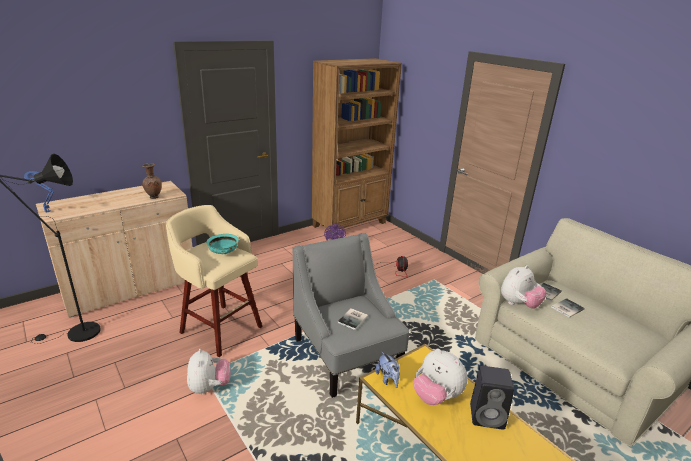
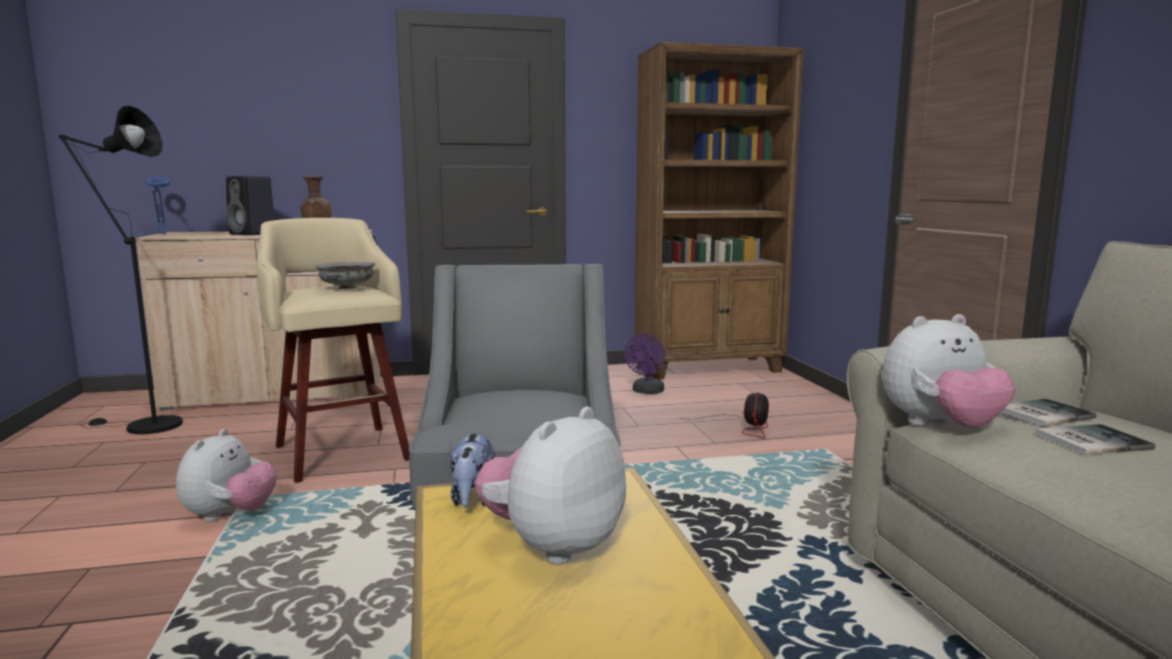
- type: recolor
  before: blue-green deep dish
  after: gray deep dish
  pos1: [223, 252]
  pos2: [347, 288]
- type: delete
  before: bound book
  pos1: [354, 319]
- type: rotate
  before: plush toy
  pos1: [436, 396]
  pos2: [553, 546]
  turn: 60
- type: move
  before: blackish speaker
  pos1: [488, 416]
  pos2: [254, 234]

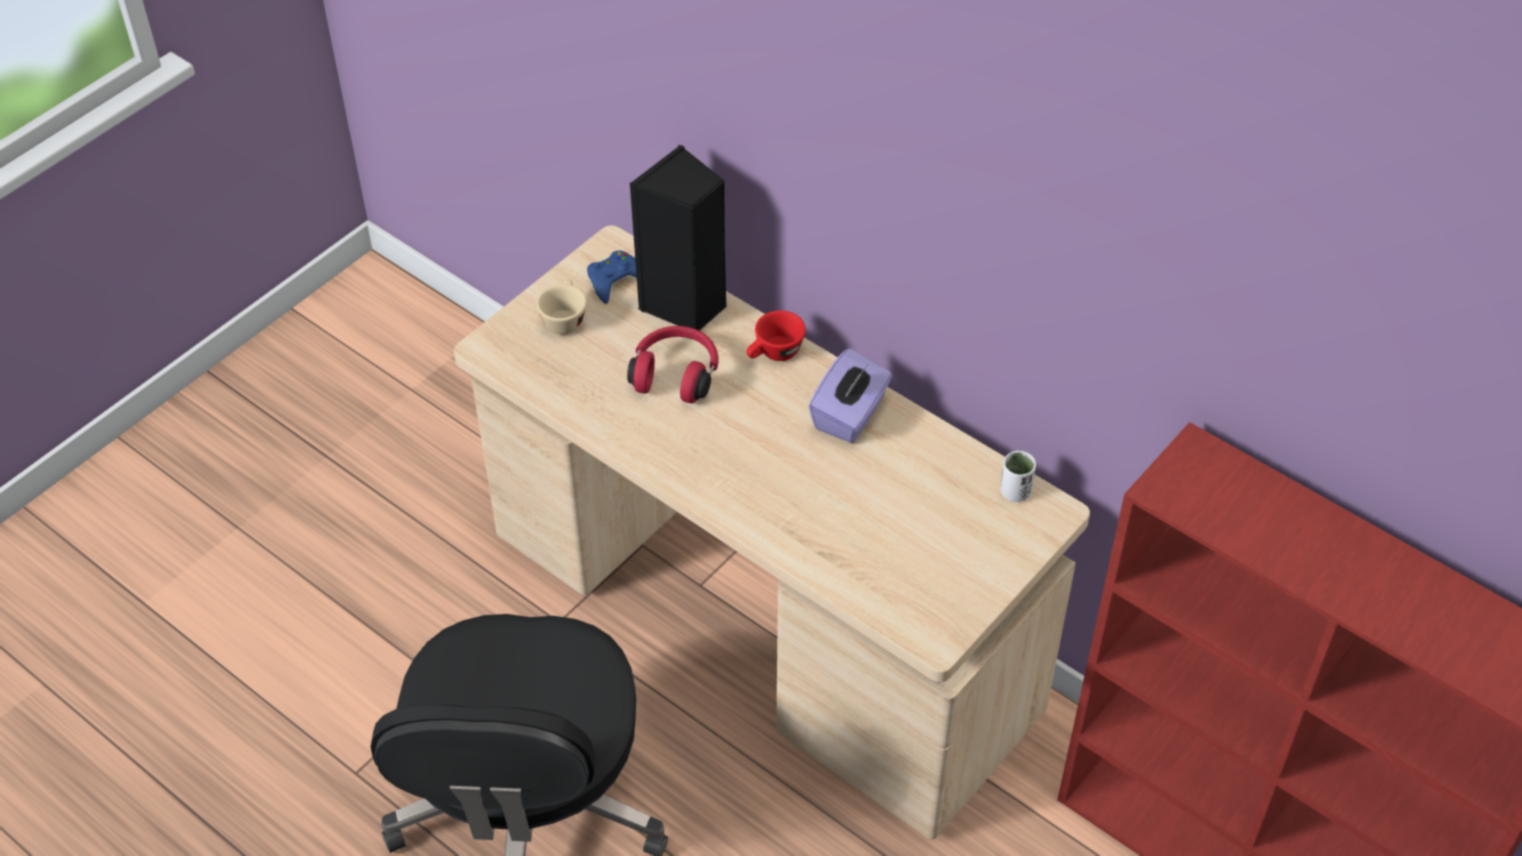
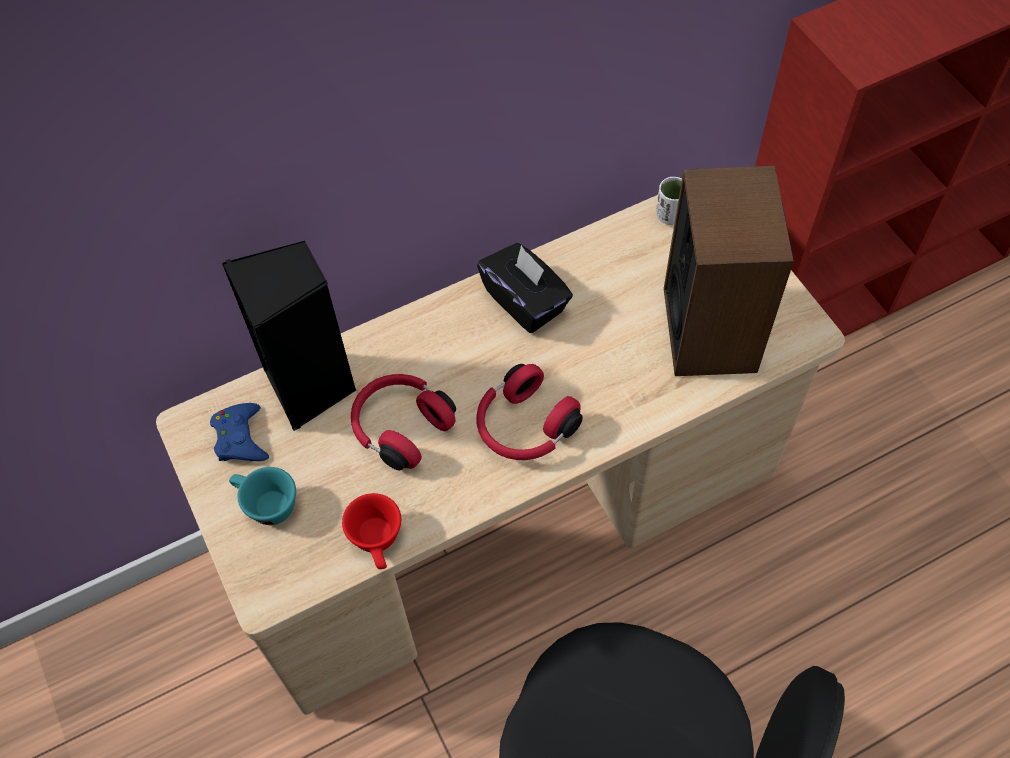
- type: recolor
  before: sand-coloured cup
  after: blue-green cup
  pos1: [564, 318]
  pos2: [266, 505]
- type: move
  before: red-coloured cup
  pos1: [774, 354]
  pos2: [378, 542]
- type: recolor
  before: purplish tissue box
  after: blackish tissue box
  pos1: [850, 415]
  pos2: [525, 301]
- type: insert
  after: red-coloured headphones
  pos2: [524, 427]
- type: insert
  after: speaker
  pos2: [710, 329]

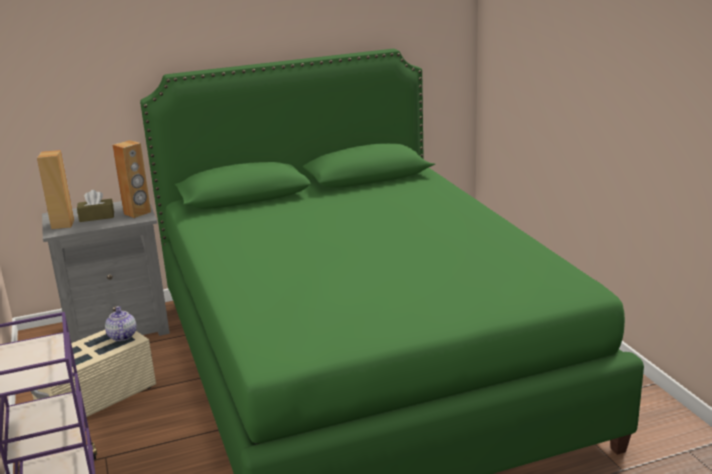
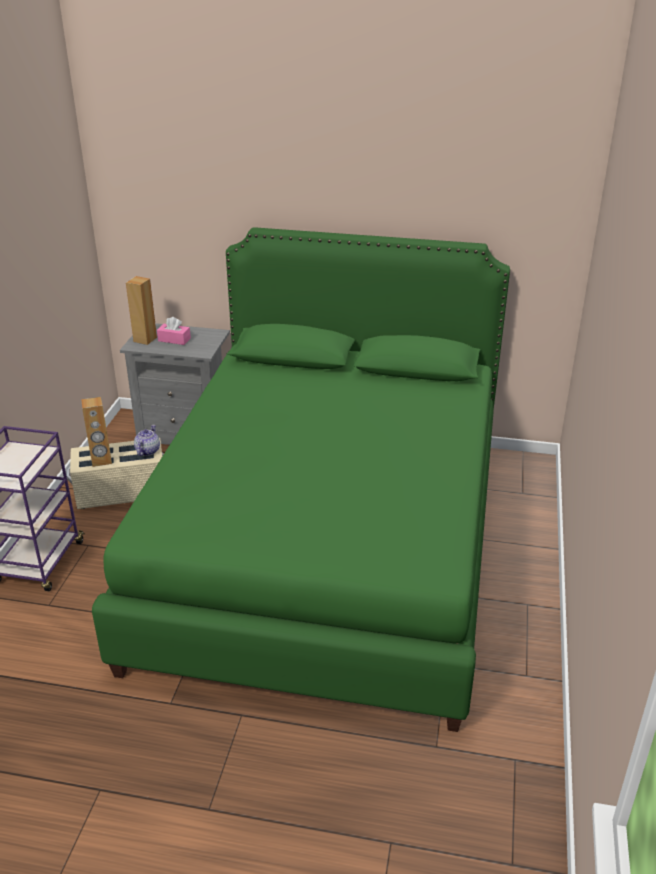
- type: recolor
  before: brown-coloured tissue box
  after: pinkish tissue box
  pos1: [97, 217]
  pos2: [174, 339]
- type: move
  before: brown-coloured speaker
  pos1: [137, 213]
  pos2: [101, 460]

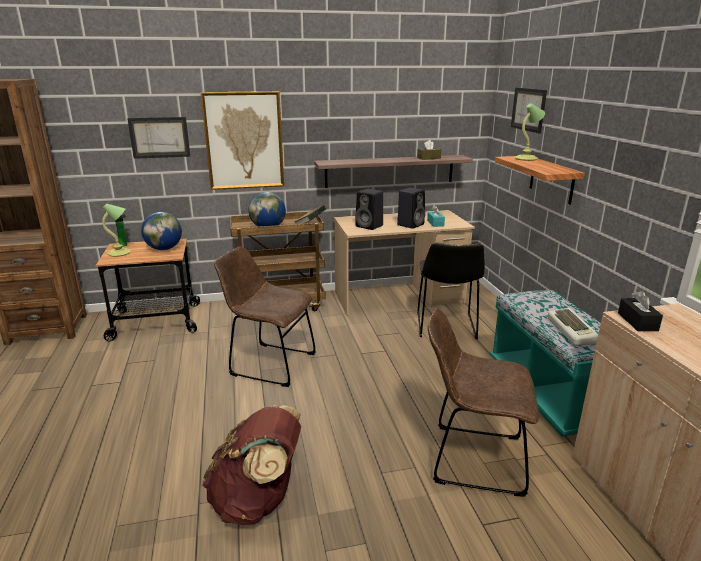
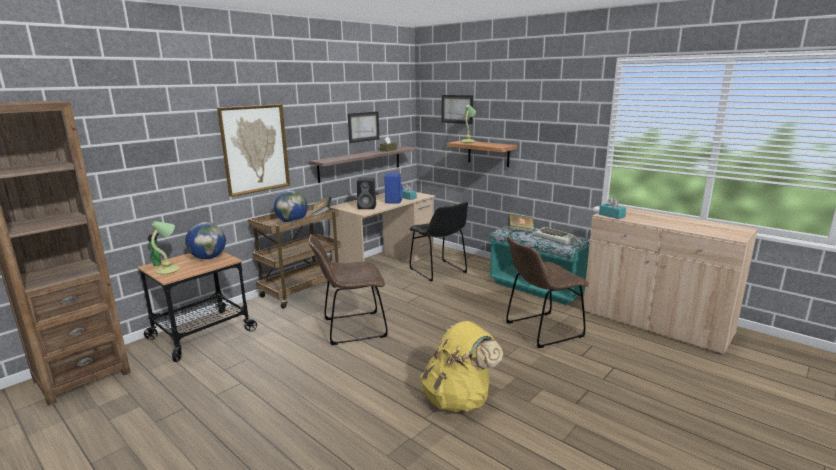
- type: move
  before: wall picture
  pos1: [159, 137]
  pos2: [363, 126]
- type: recolor
  before: brown-coloured backpack
  after: yellow backpack
  pos1: [258, 500]
  pos2: [458, 399]
- type: recolor
  before: blackish speaker
  after: blue-coloured speaker
  pos1: [411, 224]
  pos2: [393, 201]
- type: recolor
  before: blackish tissue box
  after: blue-green tissue box
  pos1: [637, 322]
  pos2: [611, 215]
- type: insert
  after: bound book
  pos2: [520, 231]

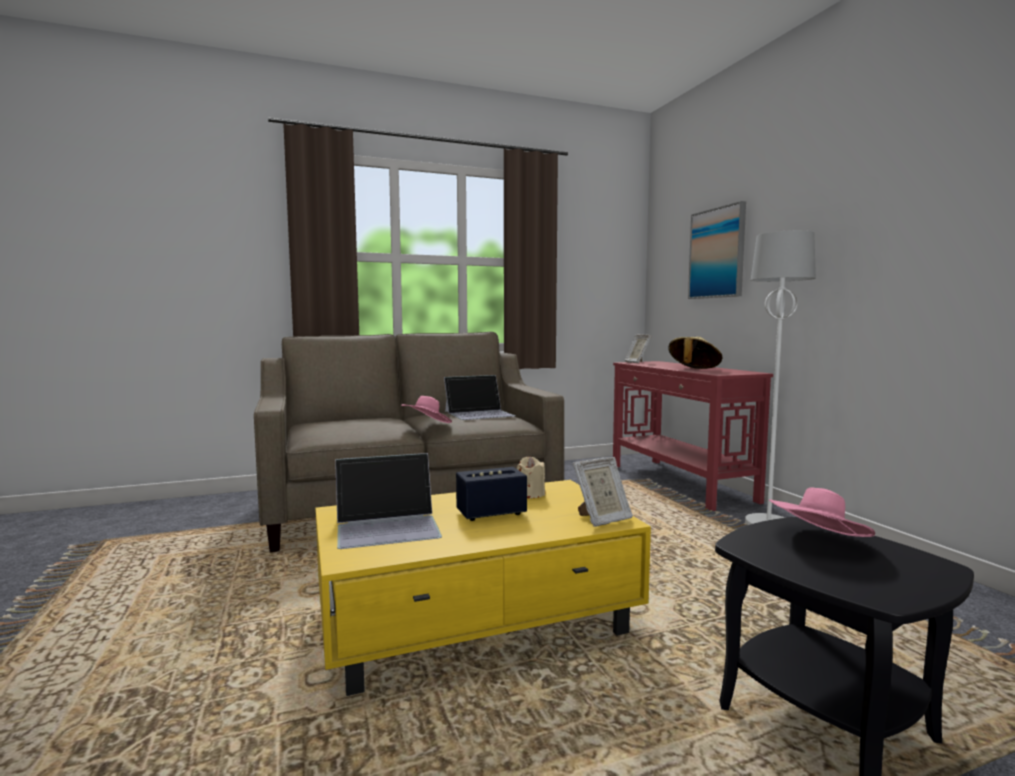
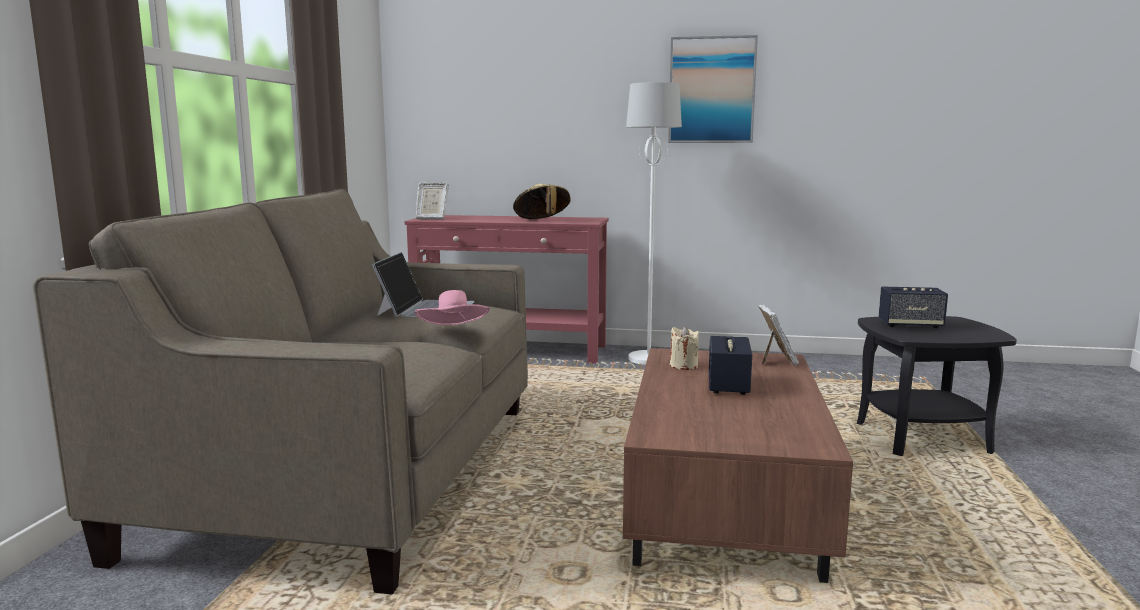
- type: recolor
  before: yellow coffee table
  after: brown-coloured coffee table
  pos1: [478, 621]
  pos2: [725, 500]
- type: delete
  before: portable computer
  pos1: [388, 525]
- type: move
  before: wall picture
  pos1: [717, 253]
  pos2: [711, 90]
- type: replace
  before: pinkish wearable hat
  after: speaker
  pos1: [818, 542]
  pos2: [910, 325]

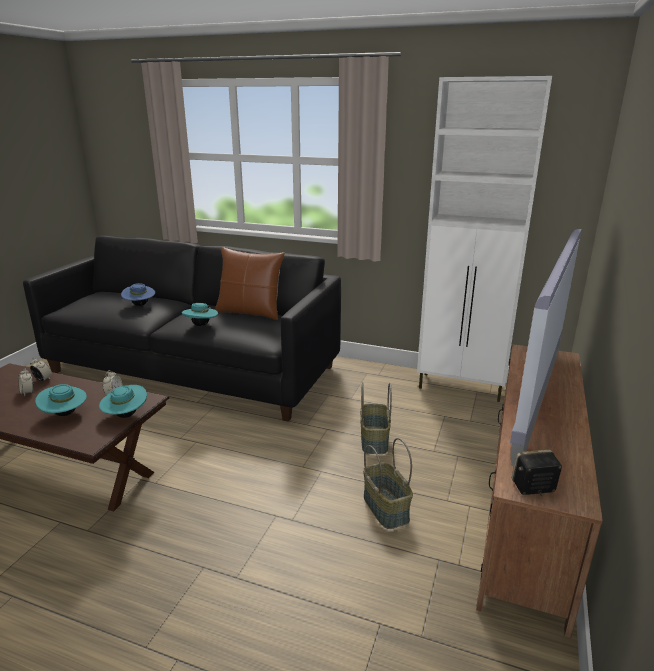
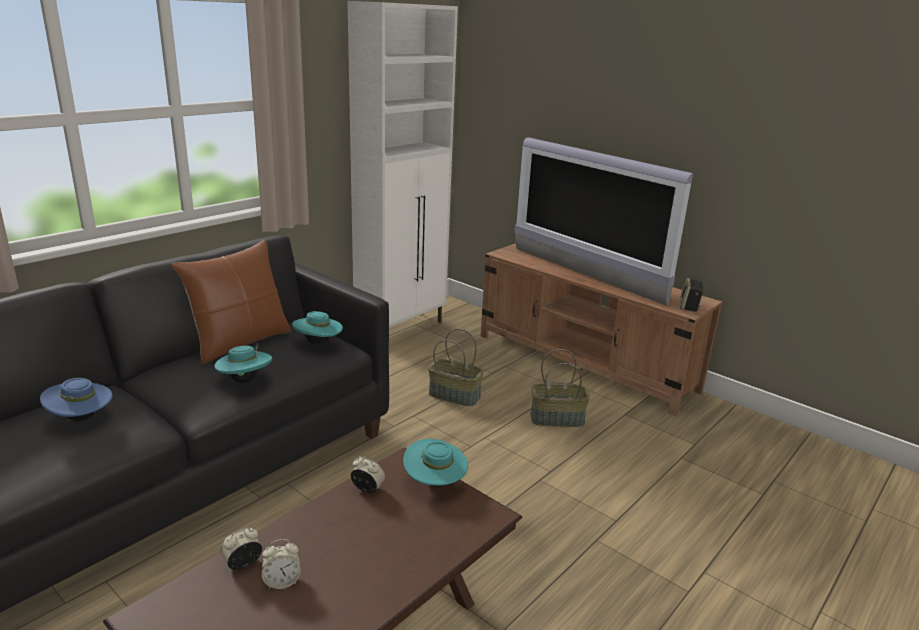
- type: move
  before: blue-green wearable hat
  pos1: [65, 414]
  pos2: [318, 343]

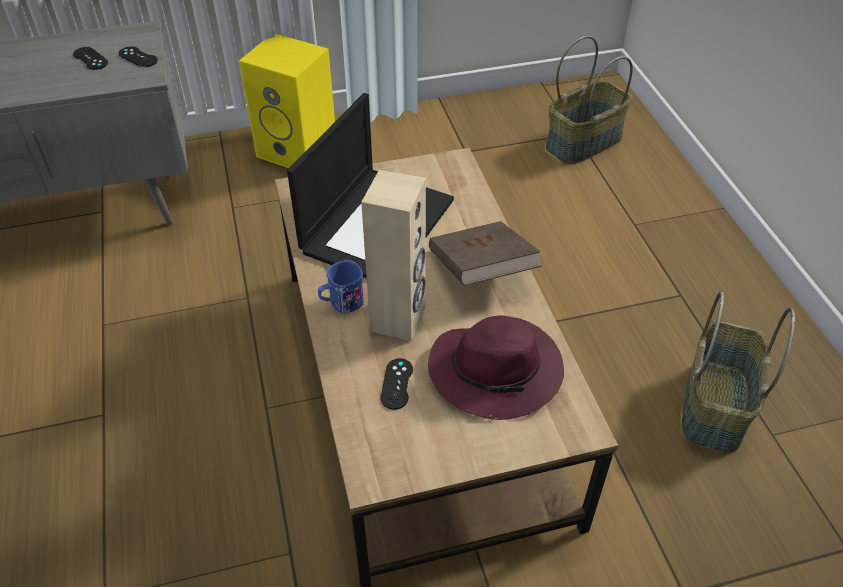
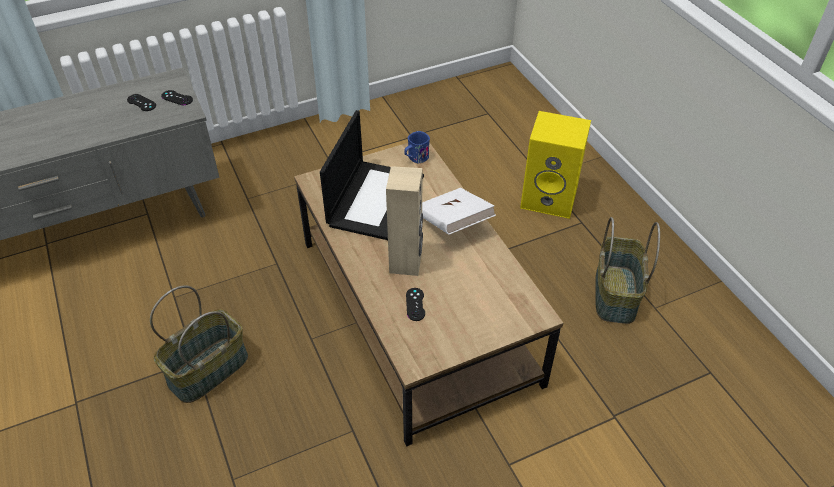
- type: move
  before: yellow speaker
  pos1: [299, 150]
  pos2: [550, 198]
- type: move
  before: blue-coloured coffee mug
  pos1: [341, 303]
  pos2: [415, 158]
- type: delete
  before: purplish wearable hat
  pos1: [497, 371]
- type: recolor
  before: brown-coloured bound book
  after: white-coloured bound book
  pos1: [480, 271]
  pos2: [453, 223]
- type: move
  before: household basket
  pos1: [583, 142]
  pos2: [208, 369]

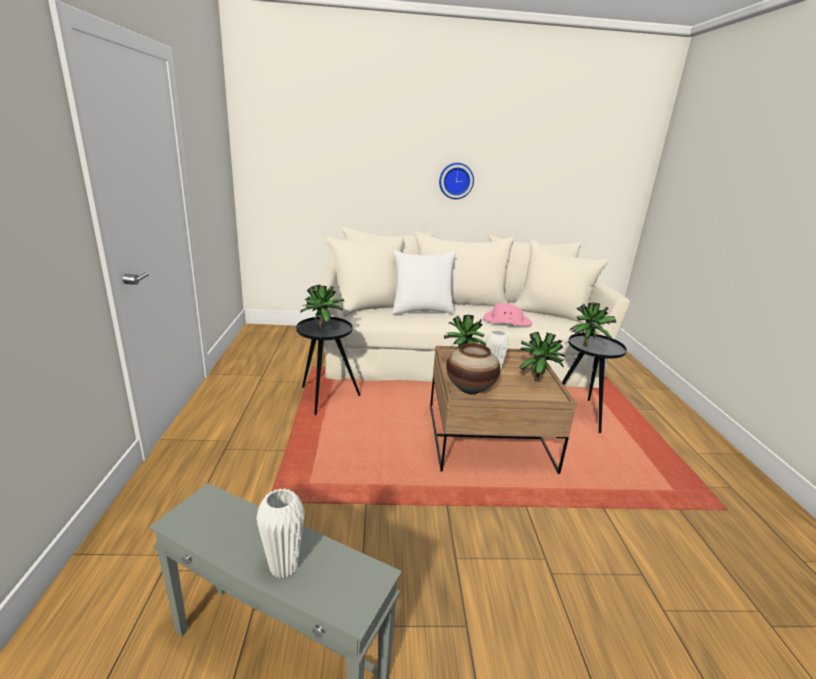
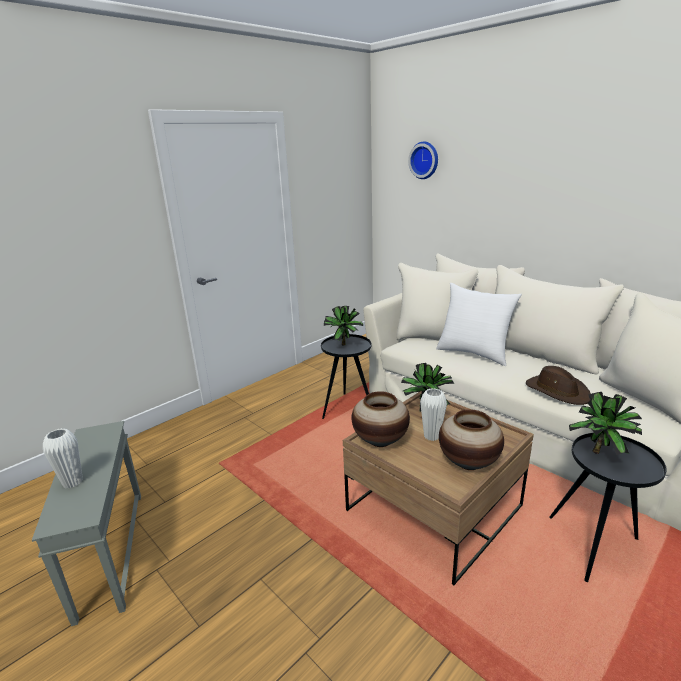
- type: move
  before: wall clock
  pos1: [456, 181]
  pos2: [425, 160]
- type: recolor
  before: pinkish wearable hat
  after: brown-coloured wearable hat
  pos1: [506, 321]
  pos2: [557, 391]
- type: replace
  before: plant in a pot
  after: decorative vase
  pos1: [537, 379]
  pos2: [468, 462]

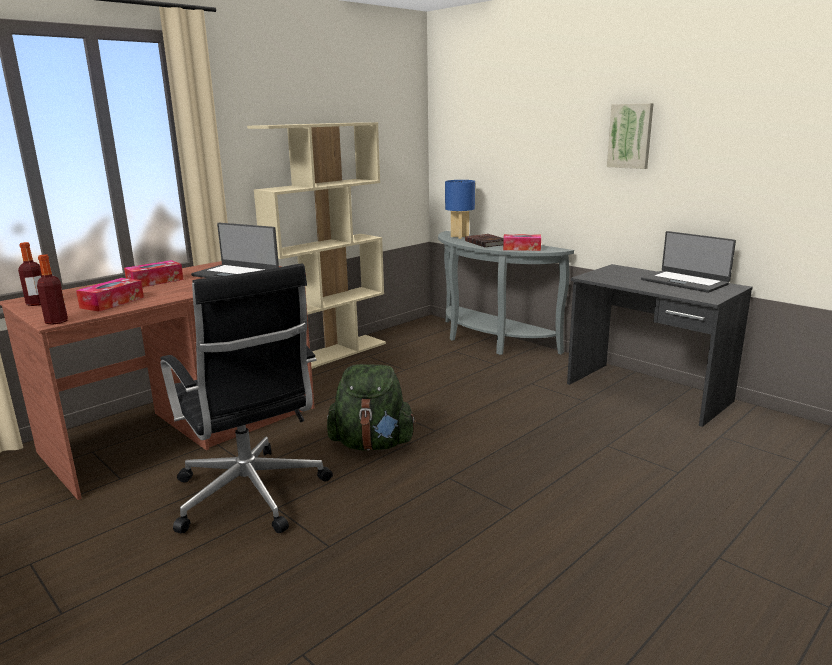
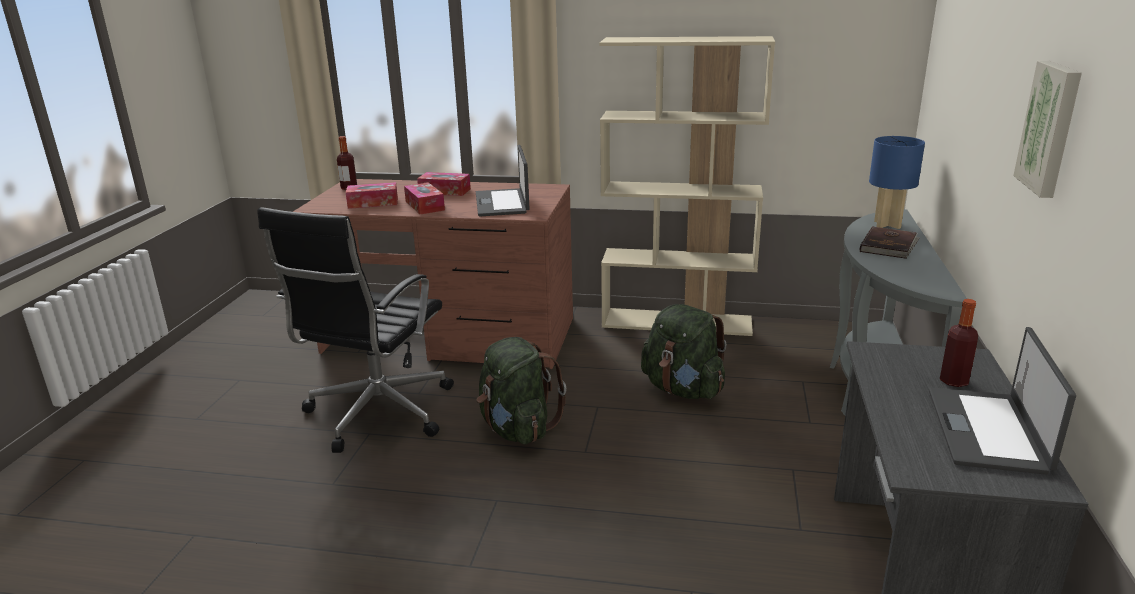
- type: move
  before: bottle
  pos1: [56, 321]
  pos2: [954, 381]
- type: move
  before: tissue box
  pos1: [521, 248]
  pos2: [424, 206]
- type: insert
  after: greenish backpack
  pos2: [683, 389]

